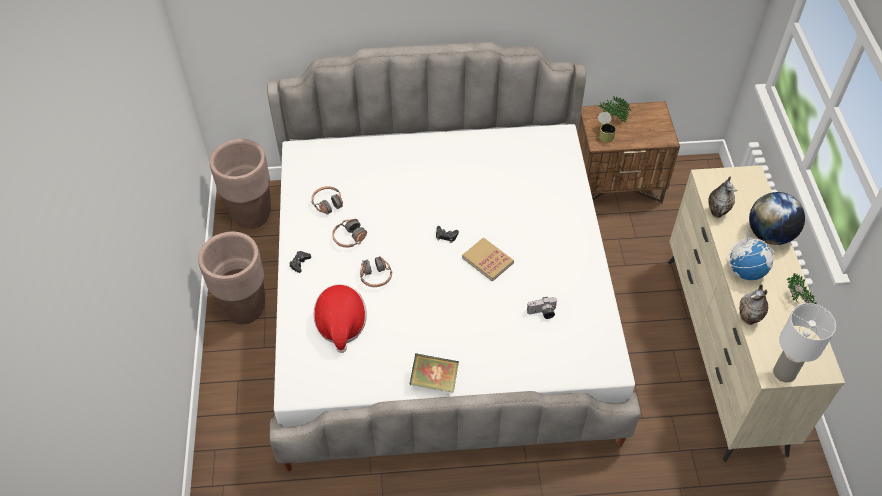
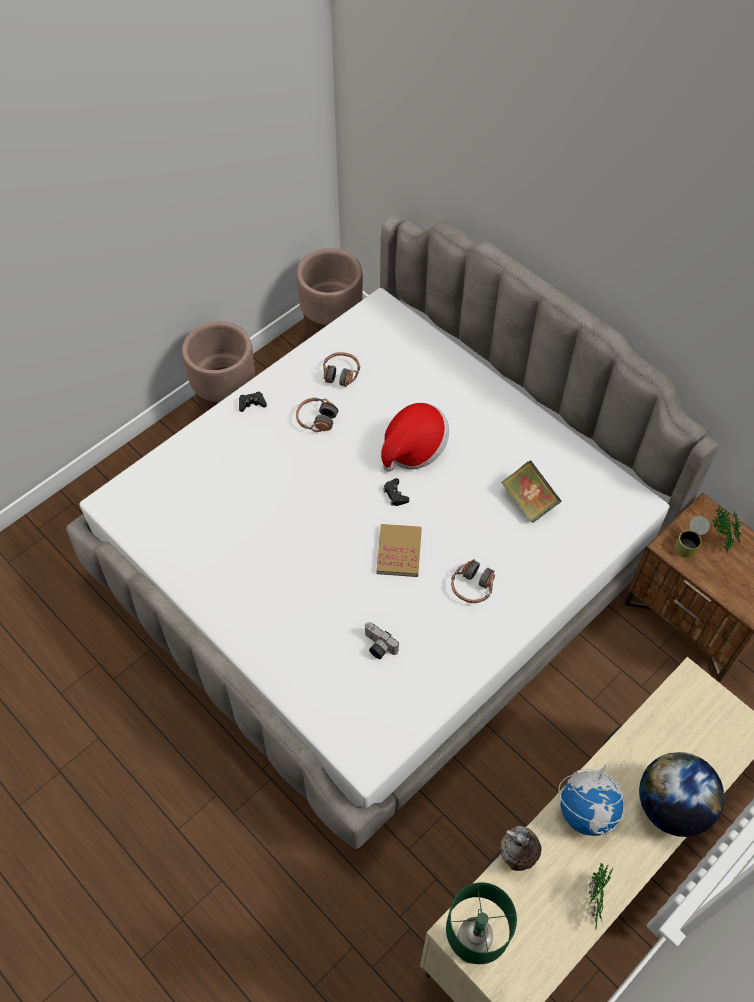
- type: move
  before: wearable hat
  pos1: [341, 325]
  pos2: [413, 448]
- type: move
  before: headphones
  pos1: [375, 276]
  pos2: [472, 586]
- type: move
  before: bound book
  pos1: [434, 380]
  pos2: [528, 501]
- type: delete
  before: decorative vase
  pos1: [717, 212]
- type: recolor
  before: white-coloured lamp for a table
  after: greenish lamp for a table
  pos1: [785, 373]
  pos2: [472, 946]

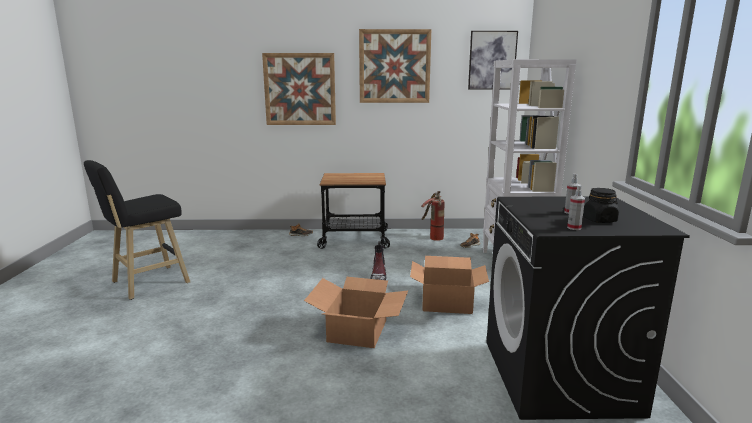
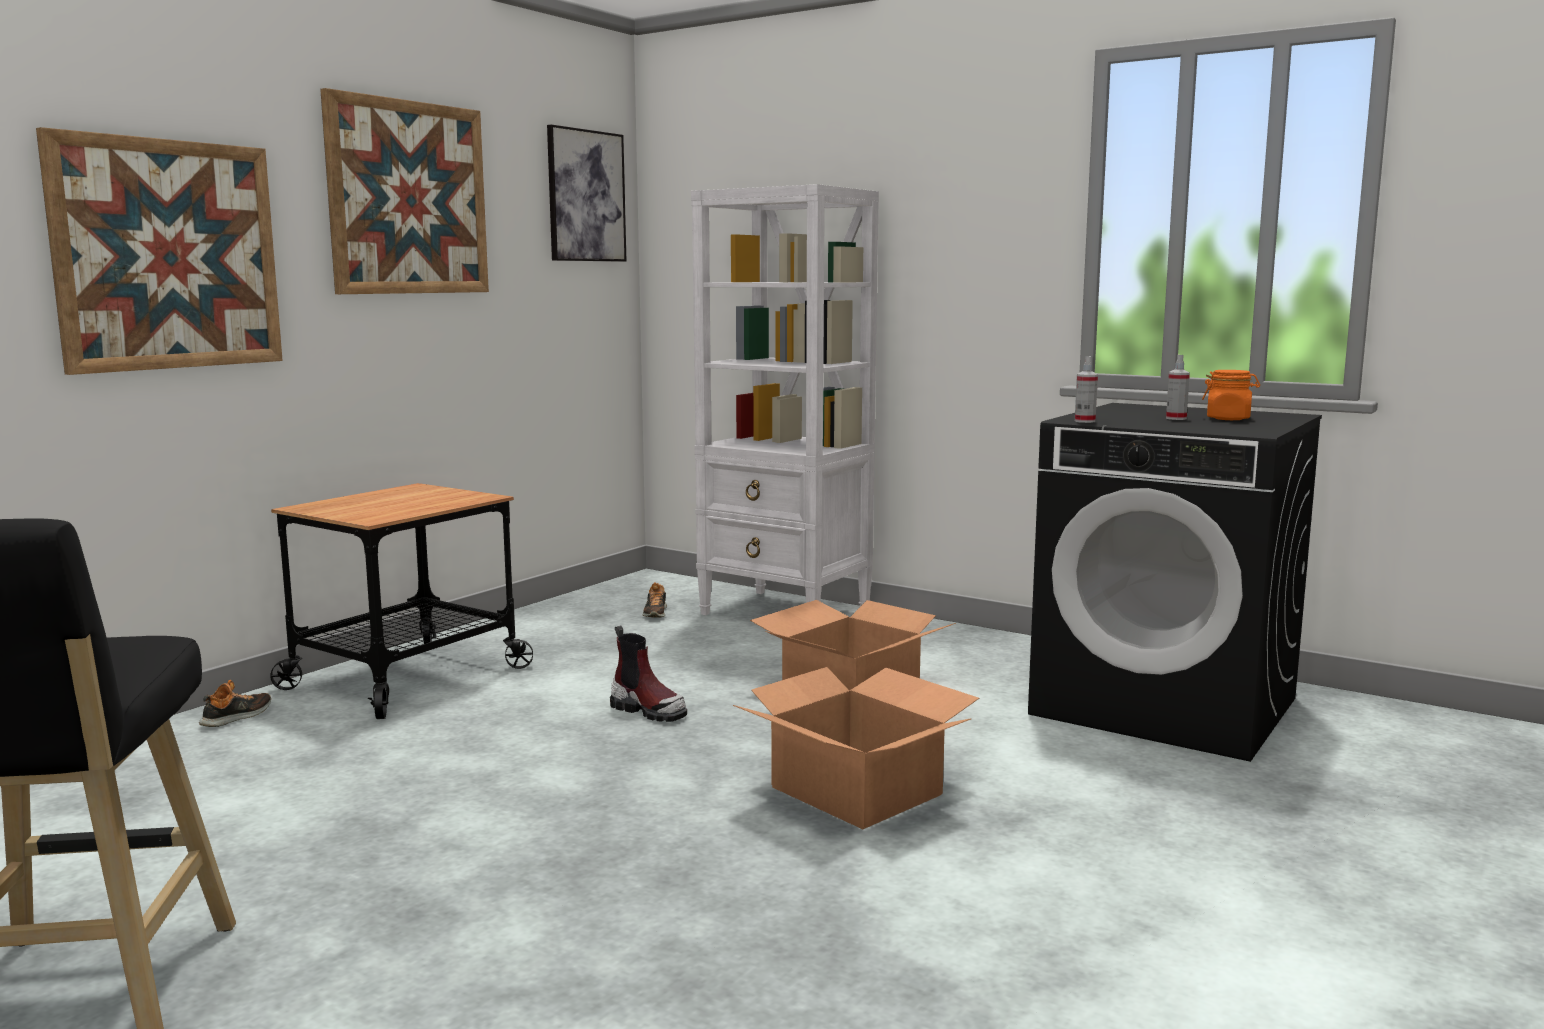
- type: delete
  before: extinguisher
  pos1: [432, 237]
- type: move
  before: sprayer
  pos1: [574, 228]
  pos2: [1085, 421]
- type: recolor
  before: blackish preserve jar
  after: orange preserve jar
  pos1: [599, 220]
  pos2: [1228, 418]

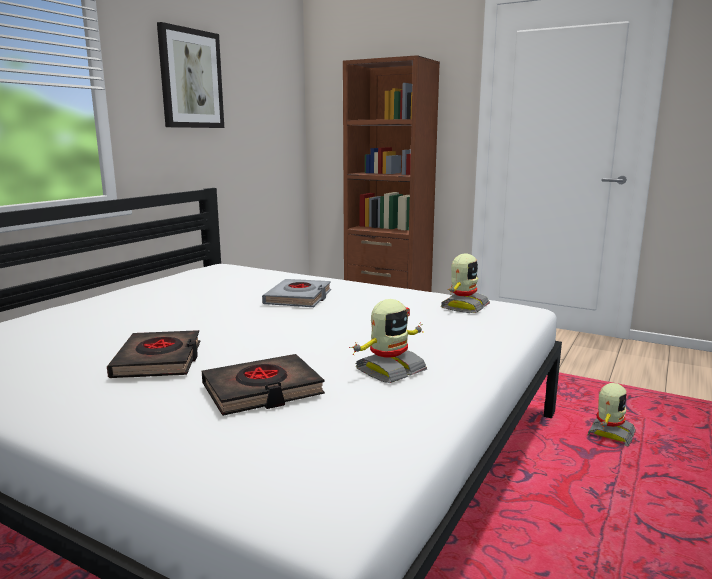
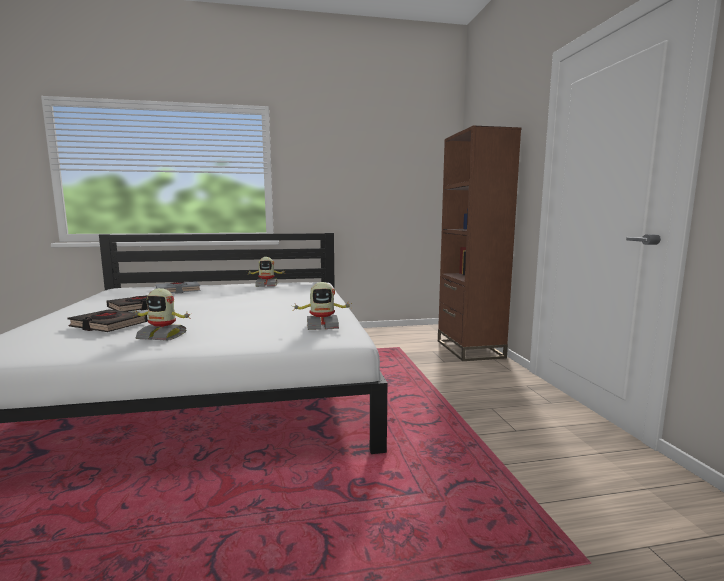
- type: delete
  before: wall picture
  pos1: [191, 79]
- type: move
  before: gray bound book
  pos1: [299, 298]
  pos2: [178, 291]
- type: move
  before: robot figure
  pos1: [609, 434]
  pos2: [266, 285]

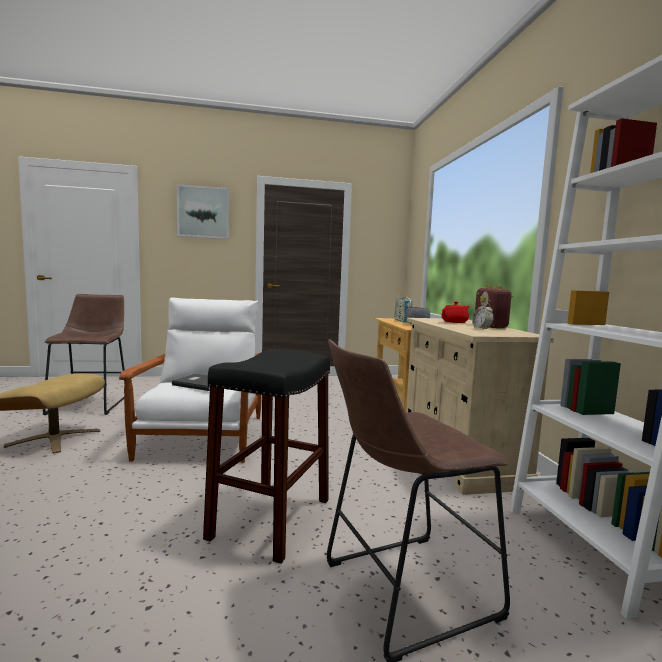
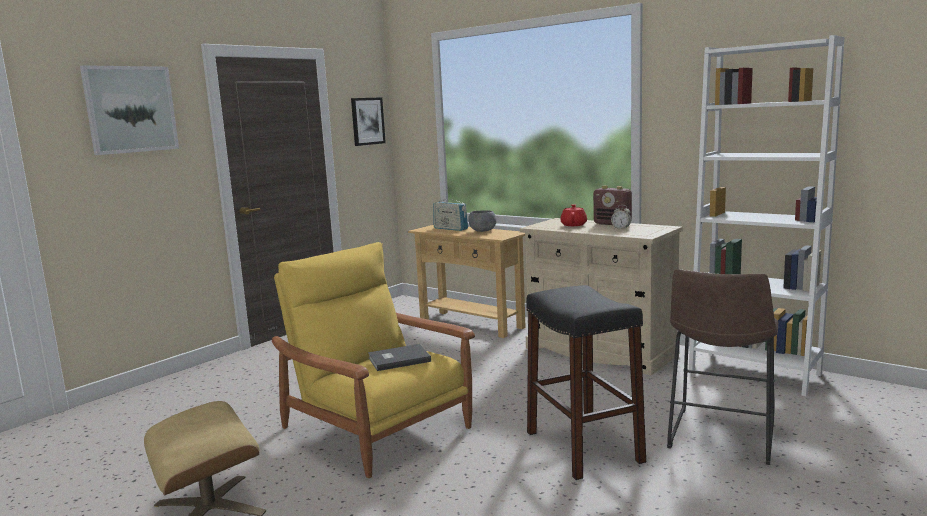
- type: delete
  before: brown-coloured sitting stool
  pos1: [91, 404]
- type: recolor
  before: white-coloured armchair
  after: yellow armchair
  pos1: [203, 437]
  pos2: [377, 428]
- type: insert
  after: wall picture
  pos2: [367, 121]

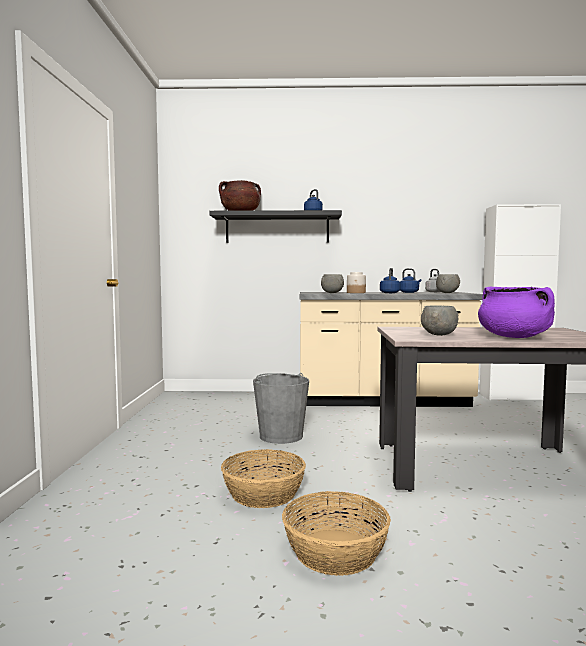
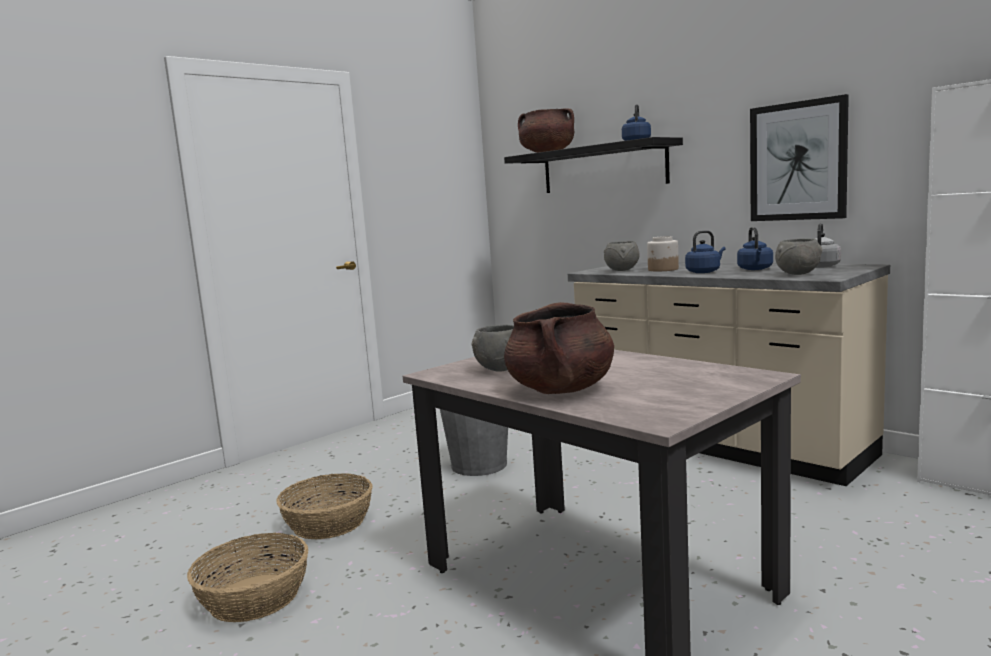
- type: recolor
  before: purplish saucepot
  after: brown-coloured saucepot
  pos1: [514, 337]
  pos2: [561, 390]
- type: insert
  after: wall picture
  pos2: [797, 161]

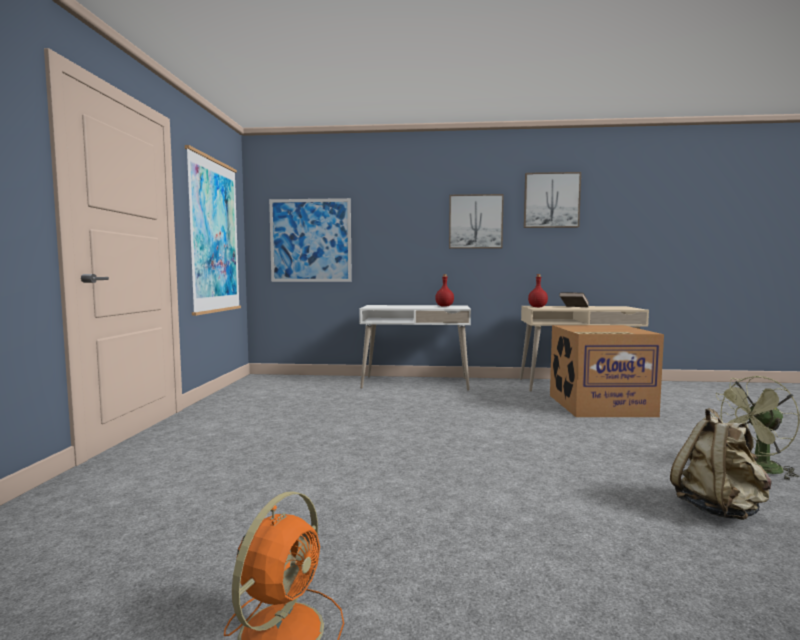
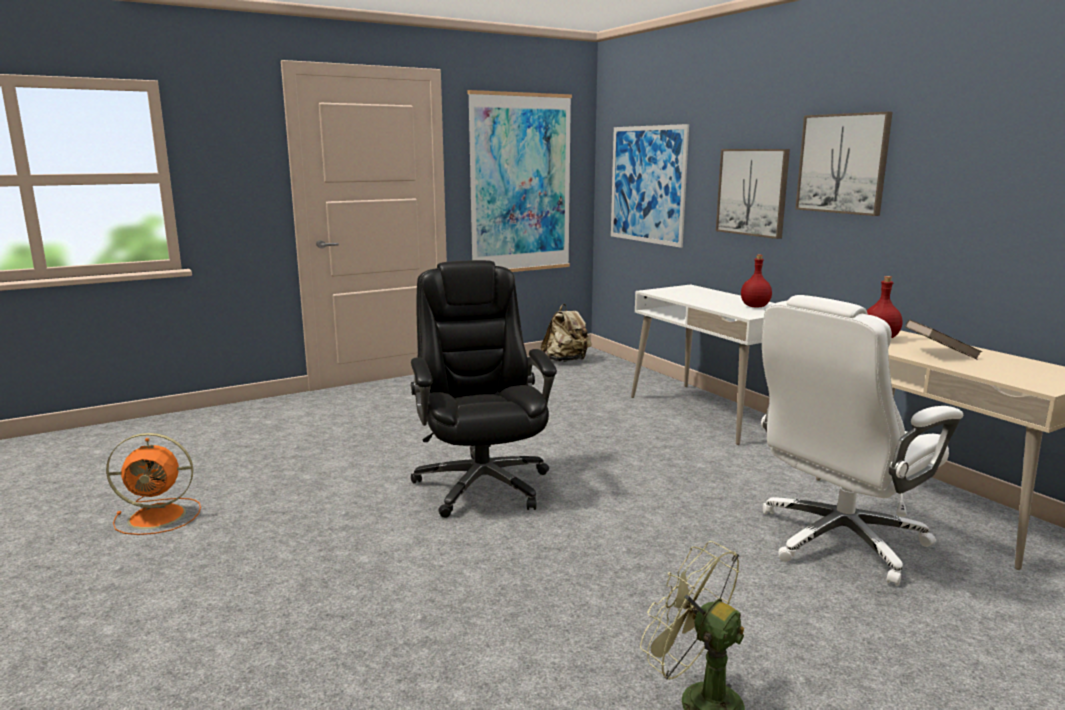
- type: move
  before: wall picture
  pos1: [551, 200]
  pos2: [752, 192]
- type: replace
  before: cardboard box
  after: white-coloured desk chair
  pos1: [599, 406]
  pos2: [838, 541]
- type: move
  before: sand-coloured backpack
  pos1: [718, 509]
  pos2: [566, 361]
- type: insert
  after: blackish desk chair
  pos2: [482, 484]

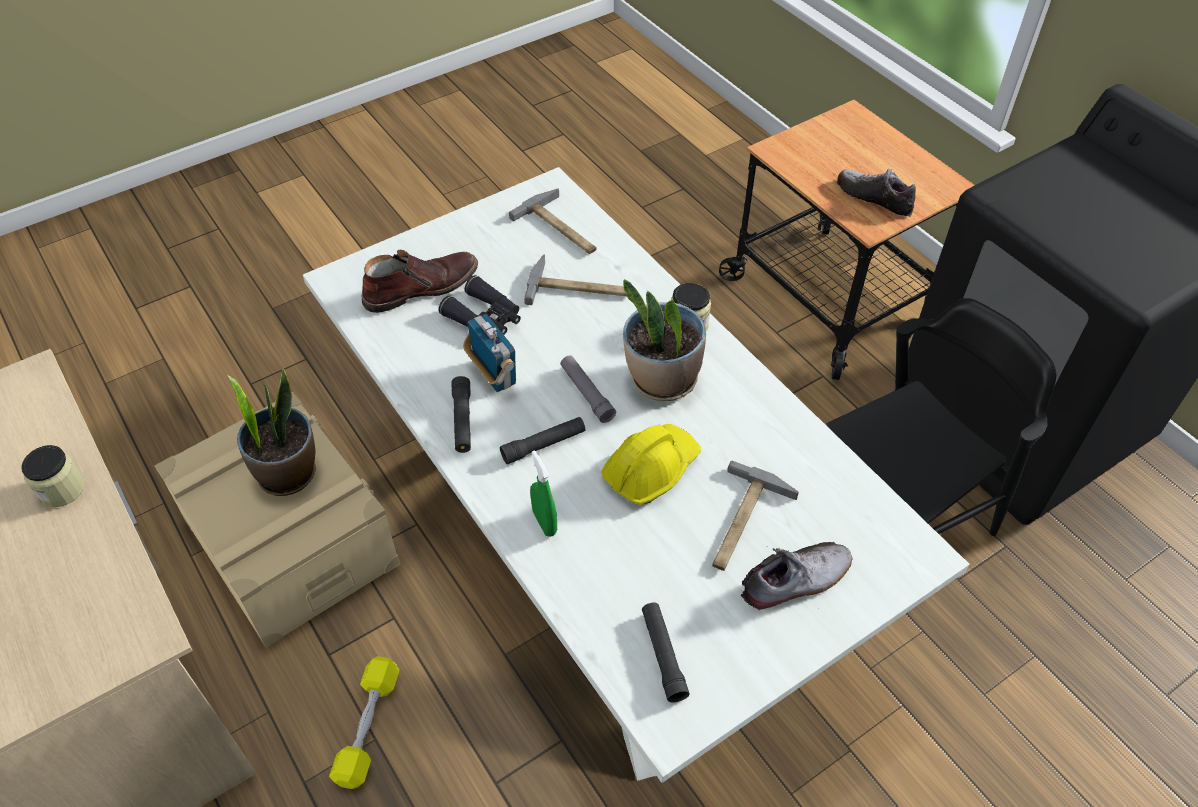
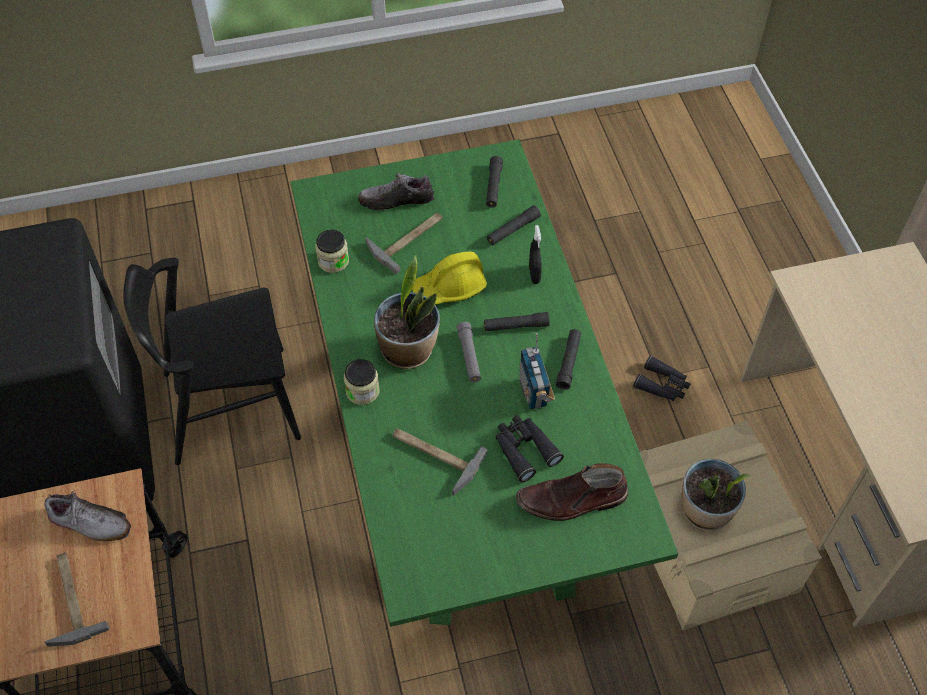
- type: move
  before: preserve jar
  pos1: [62, 489]
  pos2: [333, 261]
- type: recolor
  before: white-coloured dining table
  after: greenish dining table
  pos1: [596, 552]
  pos2: [465, 454]
- type: replace
  before: yellow hand weight
  after: blackish pair of binoculars
  pos1: [368, 727]
  pos2: [662, 385]
- type: move
  before: hammer
  pos1: [562, 228]
  pos2: [70, 599]
- type: recolor
  before: greenish sprayer
  after: blackish sprayer
  pos1: [544, 522]
  pos2: [534, 275]
- type: rotate
  before: item of footwear
  pos1: [874, 198]
  pos2: [90, 523]
  turn: -45
- type: insert
  after: blackish torch
  pos2: [513, 230]

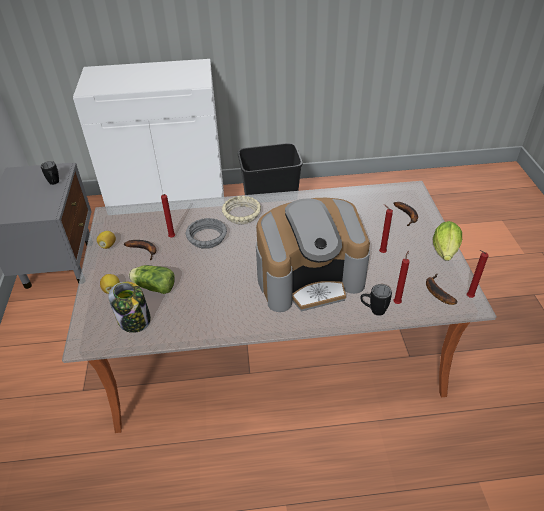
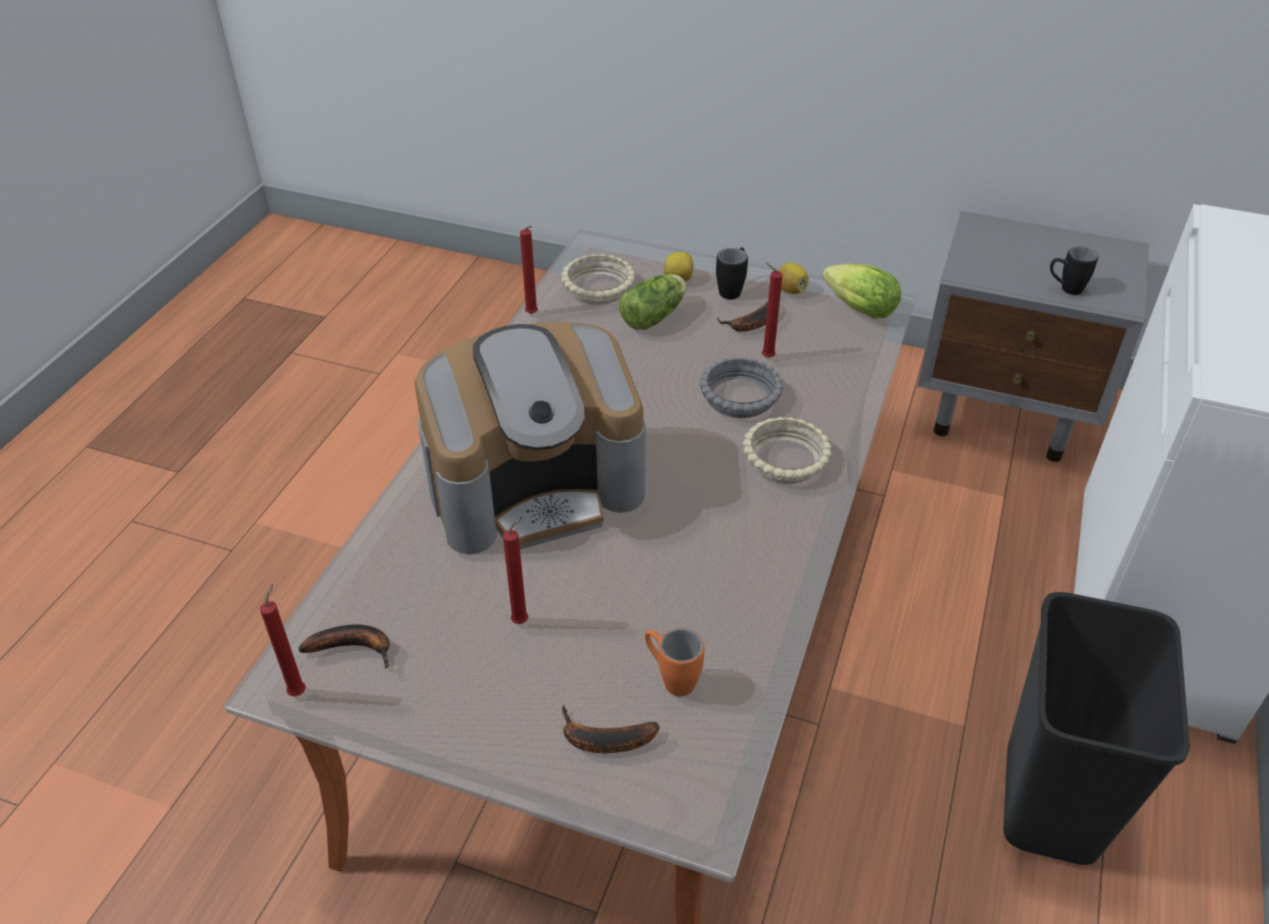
- type: replace
  before: preserve jar
  after: sand-coloured deep dish
  pos1: [134, 320]
  pos2: [598, 288]
- type: rotate
  before: coffee machine
  pos1: [310, 278]
  pos2: [536, 486]
  turn: -120
- type: move
  before: blackish coffee mug
  pos1: [373, 310]
  pos2: [732, 289]
- type: move
  before: red-coloured wax light
  pos1: [397, 302]
  pos2: [533, 315]
- type: move
  before: head of lettuce
  pos1: [444, 253]
  pos2: [856, 308]
- type: insert
  after: orange coffee mug
  pos2: [671, 678]

